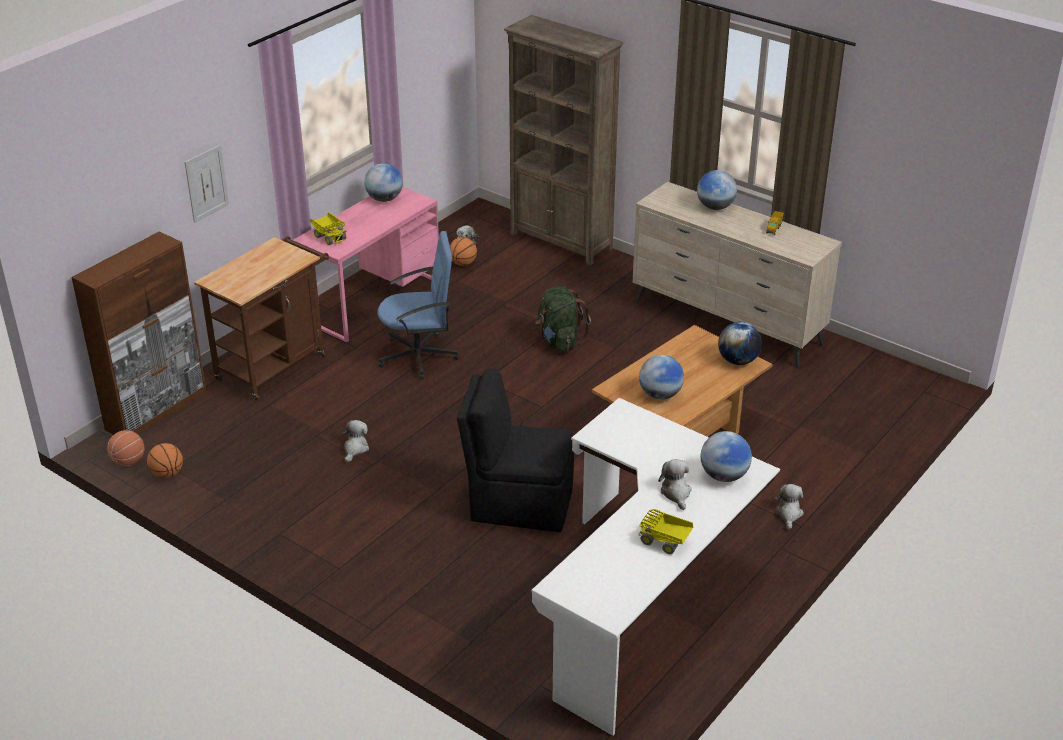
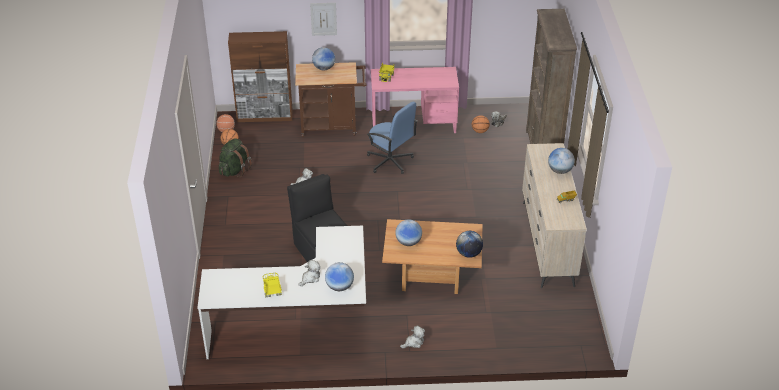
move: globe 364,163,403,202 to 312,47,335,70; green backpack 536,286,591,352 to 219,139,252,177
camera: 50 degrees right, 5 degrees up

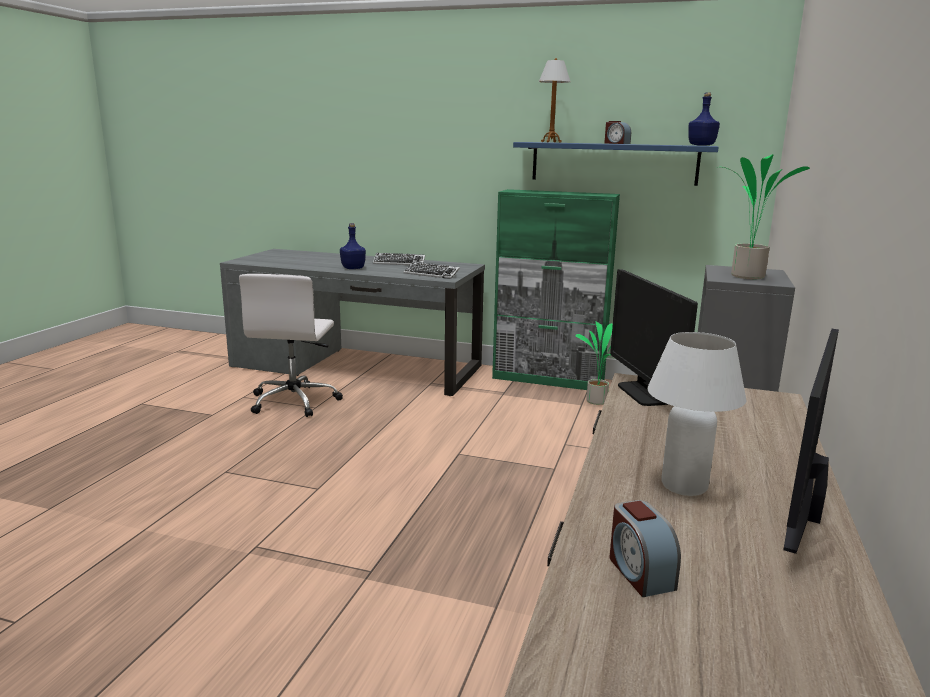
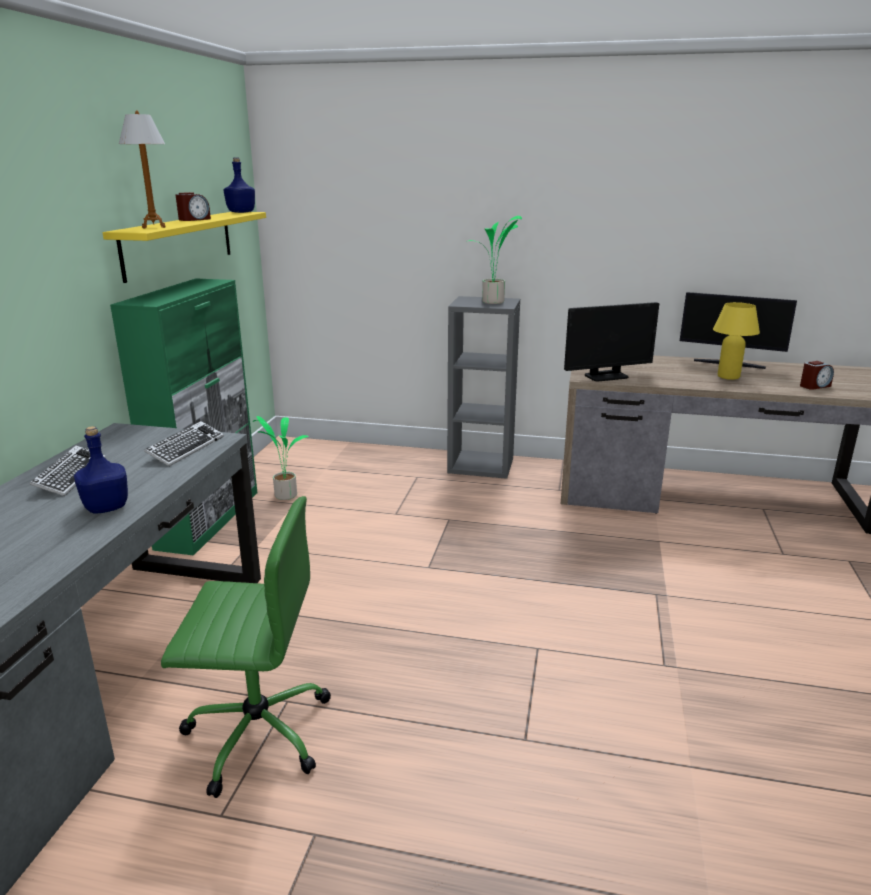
recolor: white office chair 239,274,343,417 to green office chair 161,496,331,798; blue shelf 513,142,719,186 to yellow shelf 103,212,266,283; white table lamp 647,332,746,496 to yellow table lamp 713,302,760,380
camera: 95 degrees left, 5 degrees up

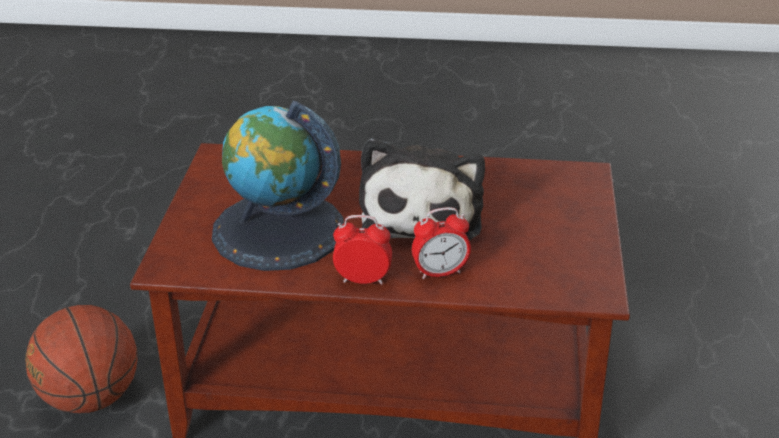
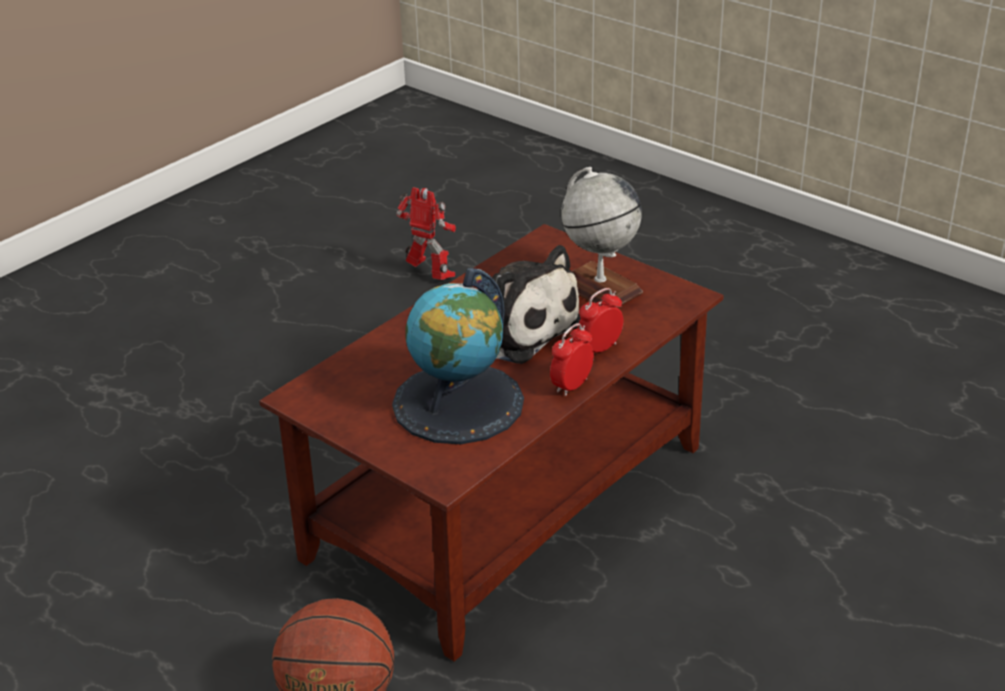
insert: toy robot 396,187,456,280; globe 561,167,643,307
rotate: alarm clock 412,207,471,279 = 577,288,623,353 150 degrees counterclockwise
camera: 55 degrees left, 0 degrees up

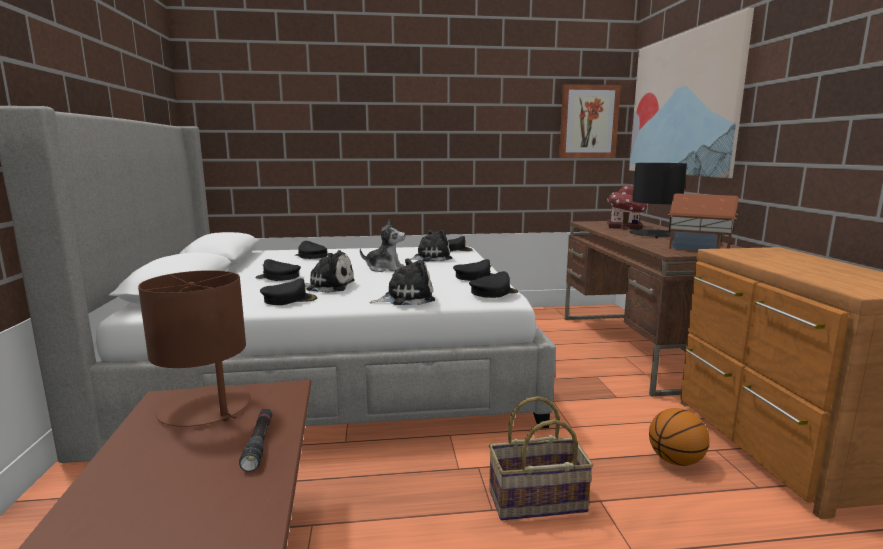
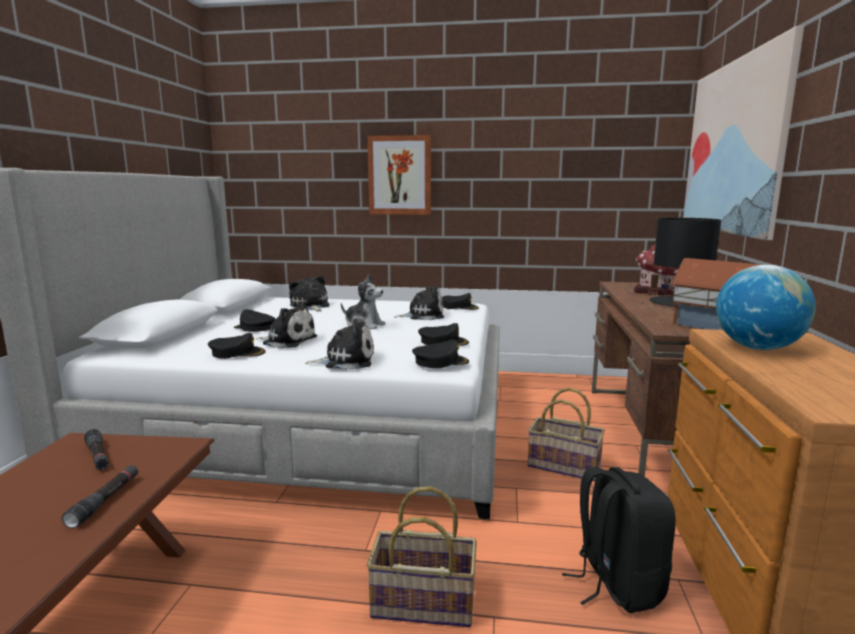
insert: basket 528,388,605,481; globe 716,265,816,350
move: picture 559,84,621,158 to 367,135,431,215
replace: brown table lamp 138,270,250,427 to black flashlight 84,429,109,470; black cap 295,241,327,259 to plush toy 289,275,330,312; basketball 649,408,710,466 to black backpack 562,467,676,613
camera: 15 degrees right, 0 degrees up

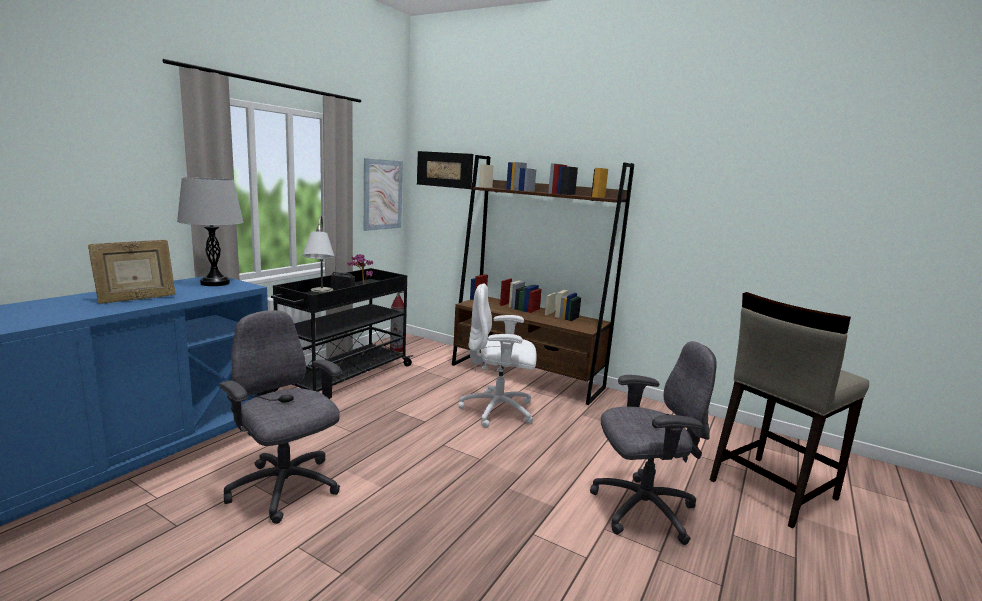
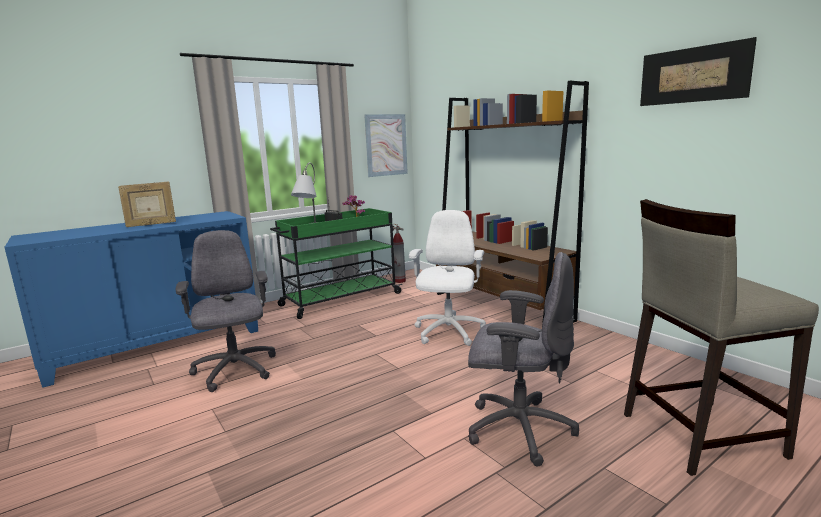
delete: grey table lamp 177,177,244,286
move: picture 417,151,473,189 to 640,37,757,106
recolor: black cart 271,268,413,392 to green cart 270,208,402,319
rotate: white office chair 459,284,537,428 = 409,210,486,346 75 degrees clockwise
camera: 25 degrees right, 0 degrees up

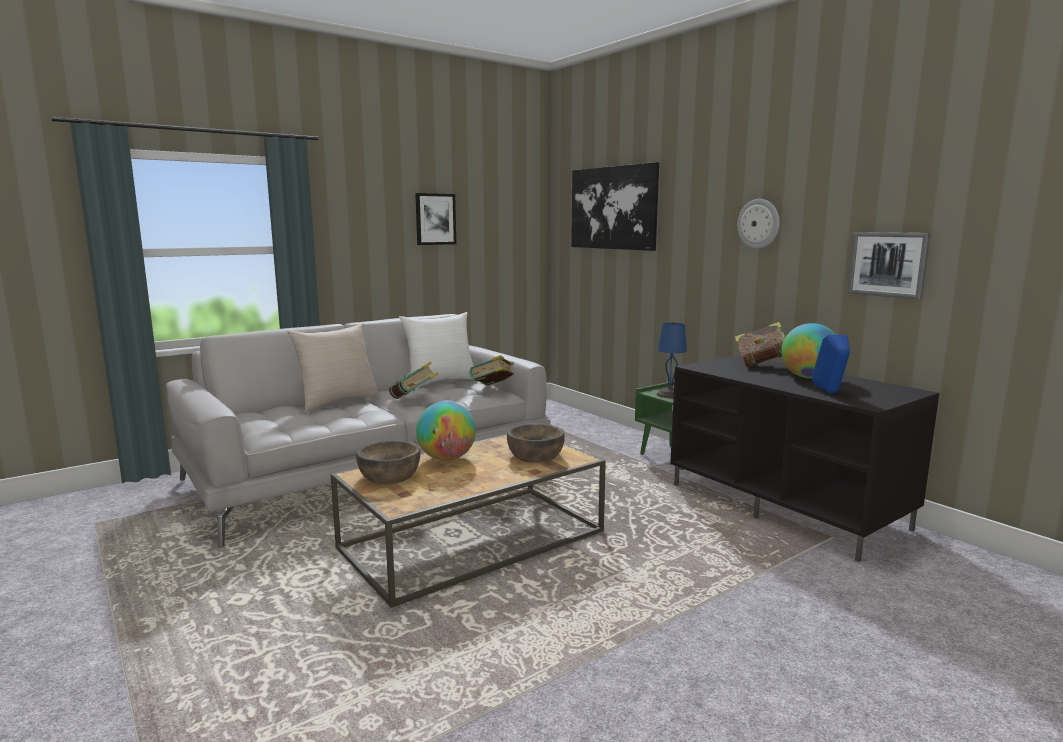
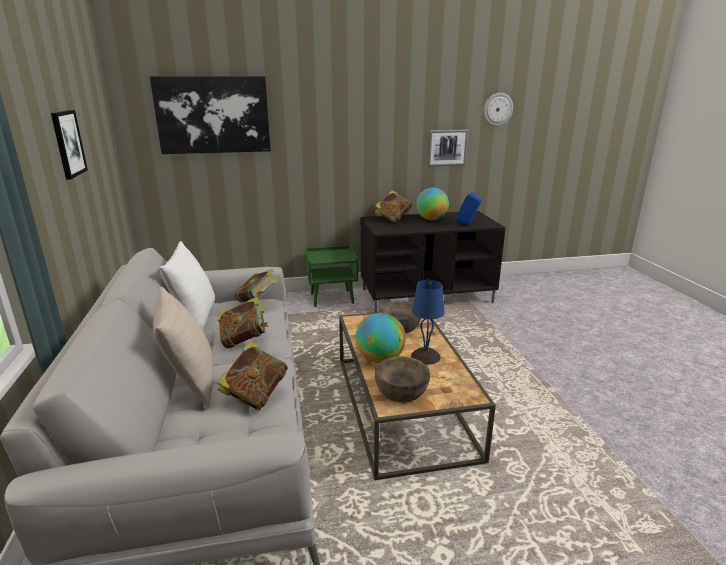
insert: book 217,341,288,410
move: blue table lamp 656,321,687,398 to 411,280,444,365; wall clock 737,199,780,249 to 483,93,513,126
camera: 65 degrees left, 10 degrees up

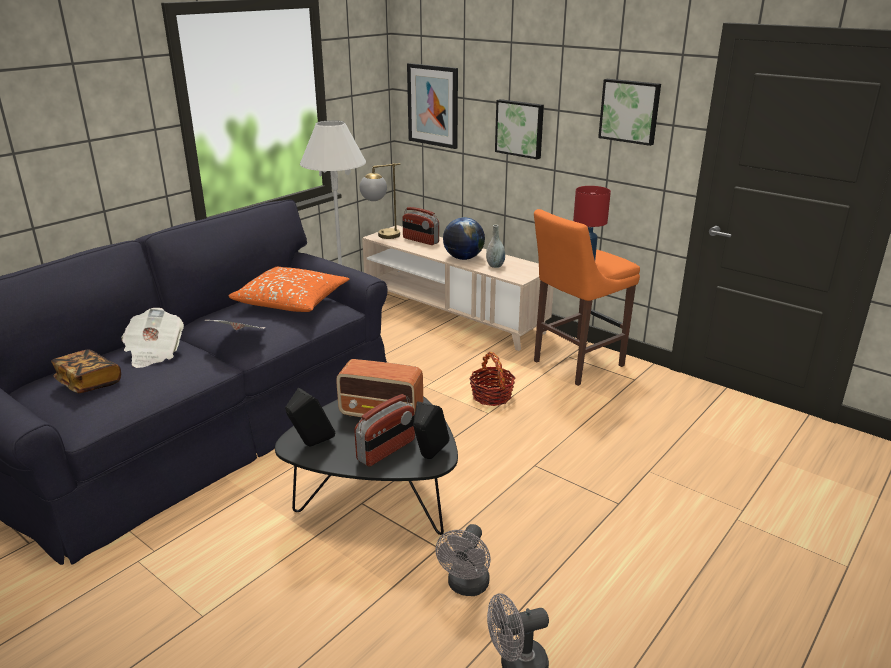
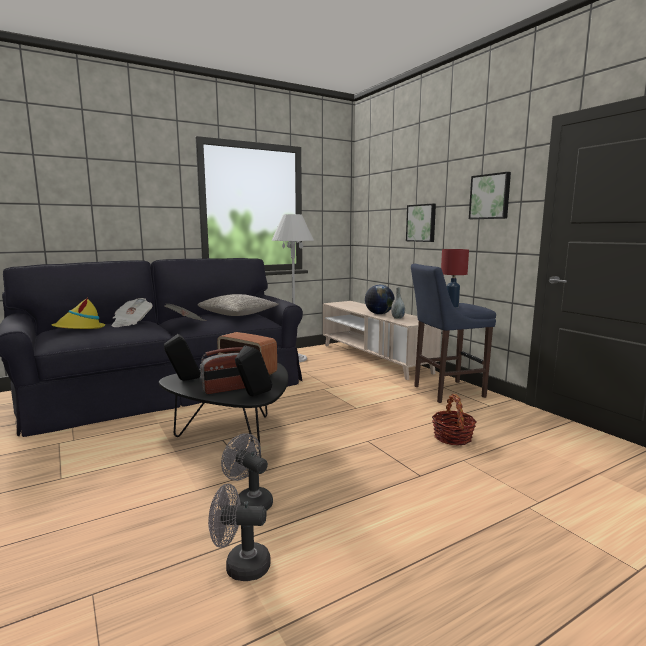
delete: table lamp 360,163,400,239; radio 402,207,439,245; picture 407,63,458,149
move: basket 469,352,516,406 to 432,394,477,446
replace: book 51,349,121,393 to yellow hat 52,298,105,329
recolor: orange pillow 229,267,349,312 to grey pillow 198,294,279,316; orange stool 534,209,640,386 to blue stool 411,264,496,403
rotate: grey fan 435,524,491,596 = 221,433,273,511 90 degrees clockwise
camera: 20 degrees right, 15 degrees down

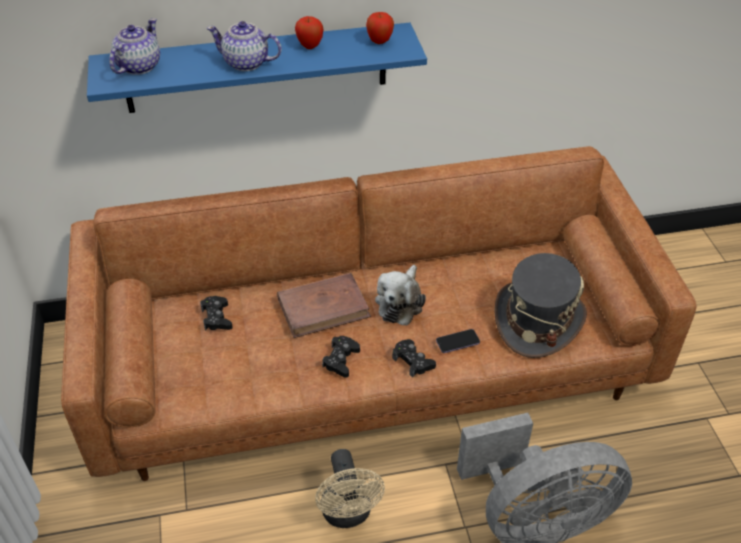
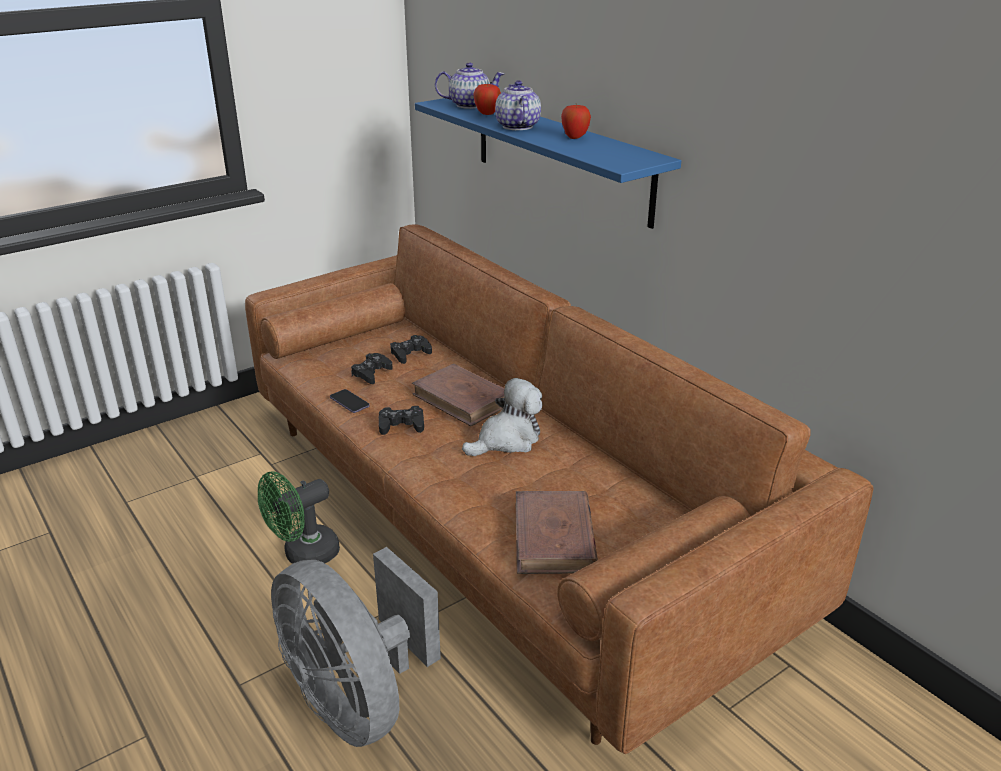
move: apple 366,12,394,44 to 473,84,501,115; black game controller 392,339,436,378 to 351,353,393,384; phone 436,329,480,353 to 330,389,370,413
replace: grey hat 494,253,587,358 to brown book 516,491,598,574
recolor: beige fan 315,449,385,528 to green fan 258,471,340,564
rotate: plush toy 375,265,426,326 = 462,378,543,456 150 degrees clockwise
camera: 65 degrees right, 15 degrees down

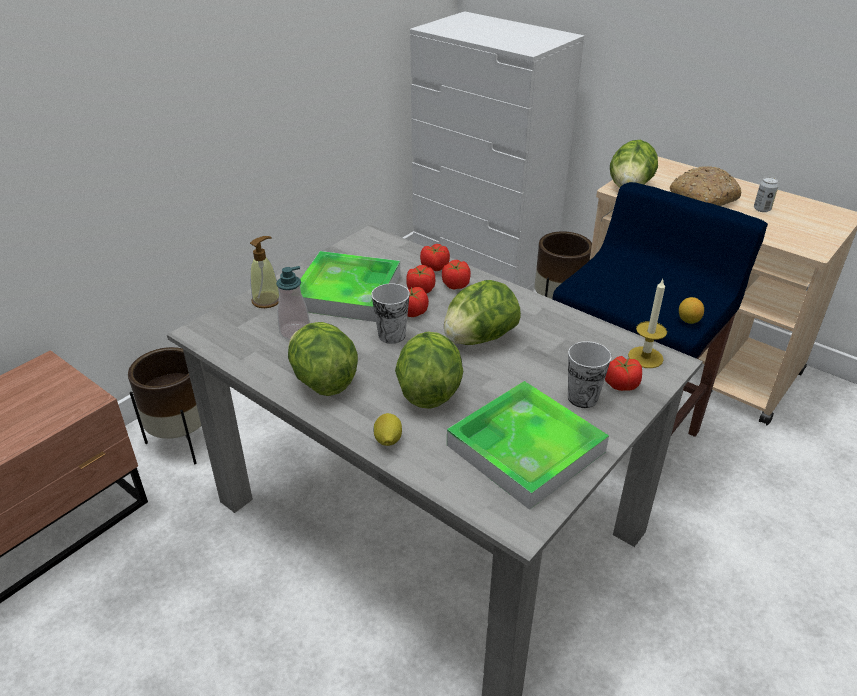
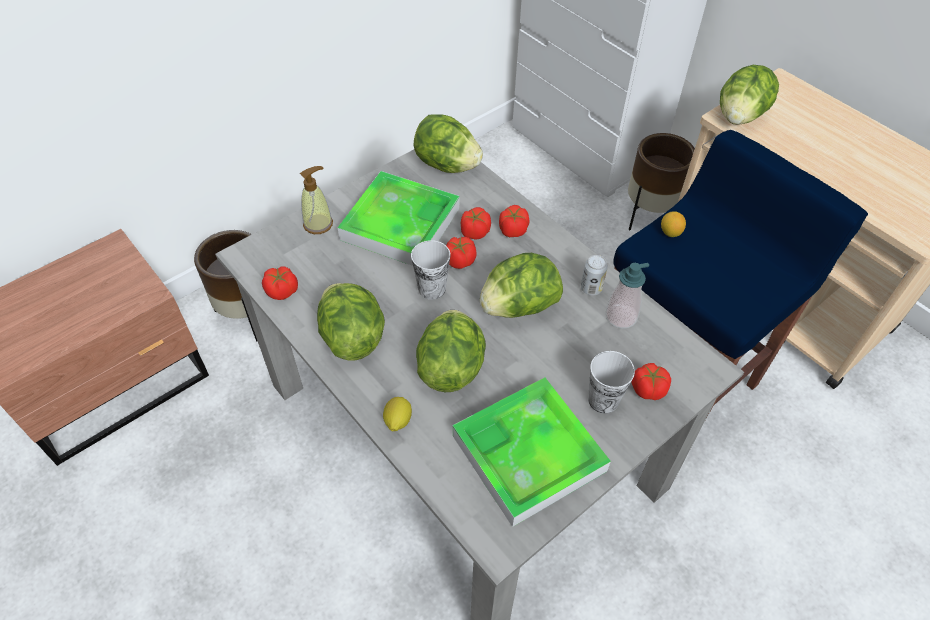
delete: candle 628,279,667,368; bread 670,166,741,206
insert: lettuce 414,114,483,173
move: soap dispenser 276,266,310,340 to 605,263,649,329; tomato 420,244,450,271 to 262,266,298,300; lemon 679,297,704,324 to 661,211,686,237; can 754,177,779,212 to 581,255,608,295
camera: 10 degrees right, 15 degrees up

